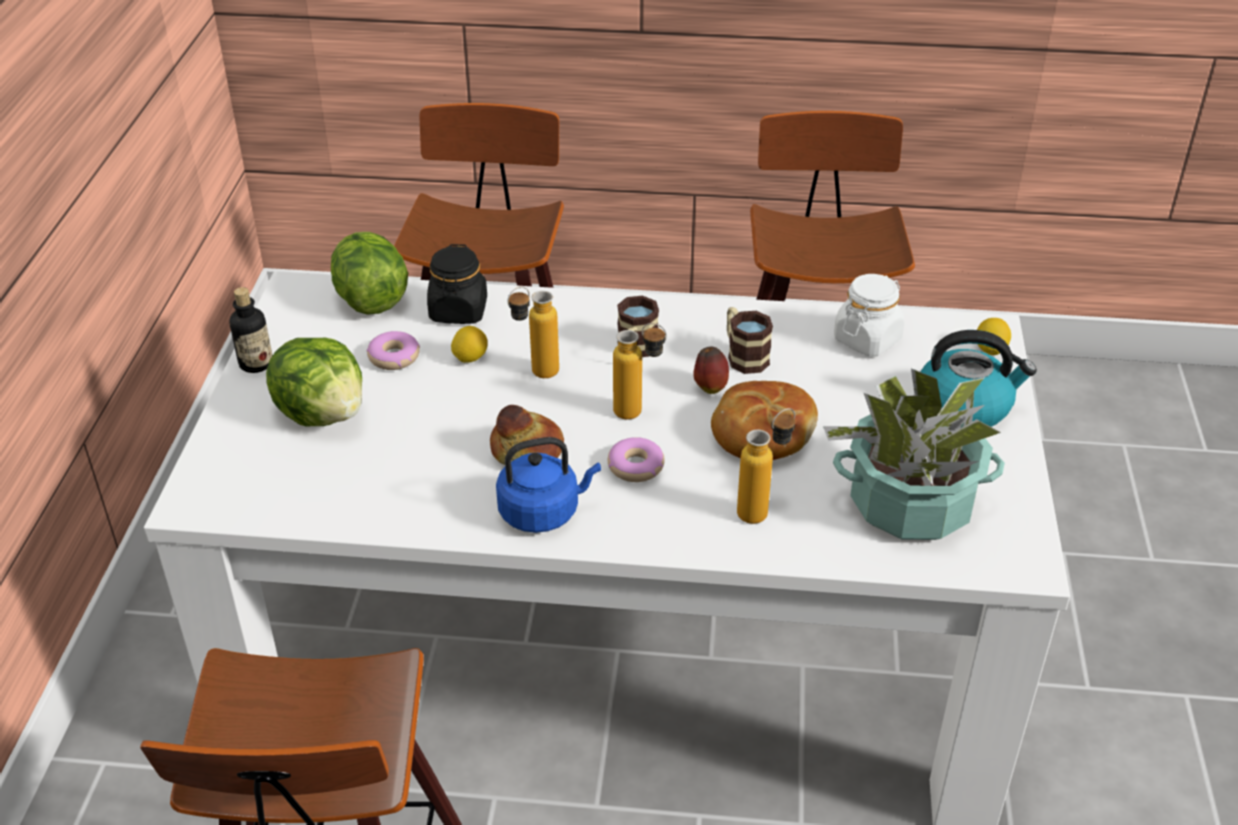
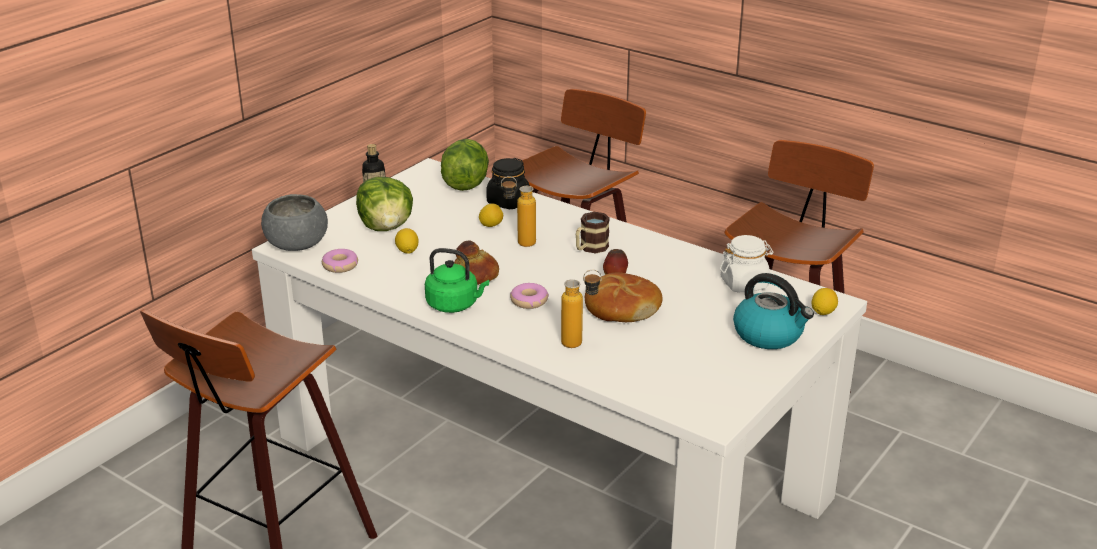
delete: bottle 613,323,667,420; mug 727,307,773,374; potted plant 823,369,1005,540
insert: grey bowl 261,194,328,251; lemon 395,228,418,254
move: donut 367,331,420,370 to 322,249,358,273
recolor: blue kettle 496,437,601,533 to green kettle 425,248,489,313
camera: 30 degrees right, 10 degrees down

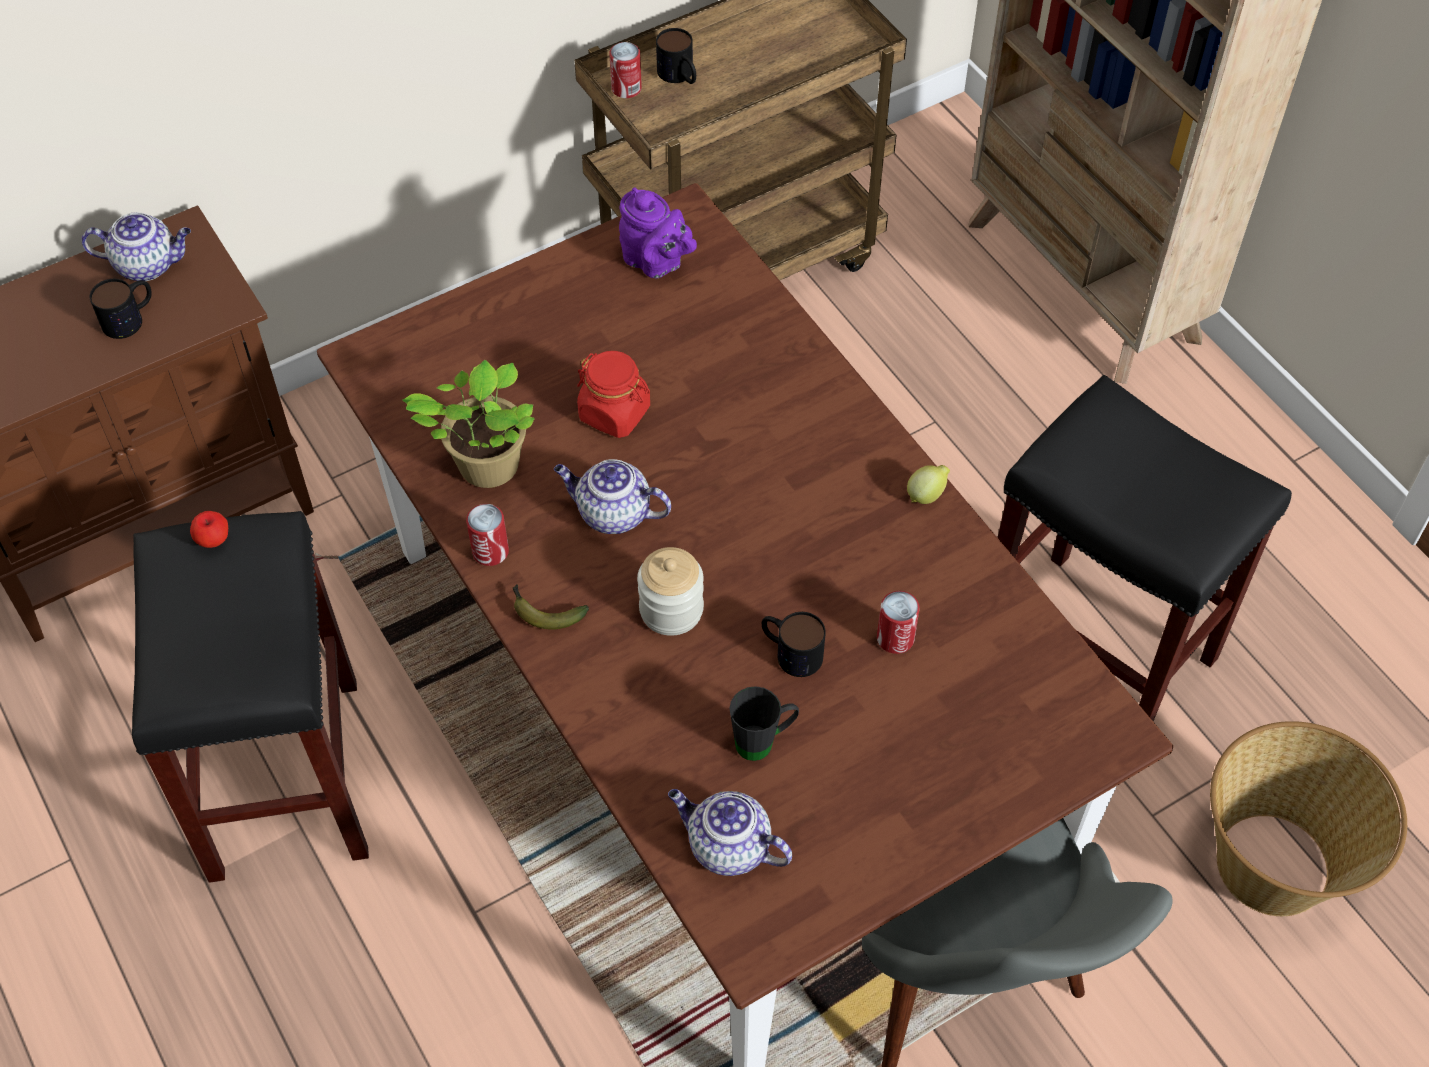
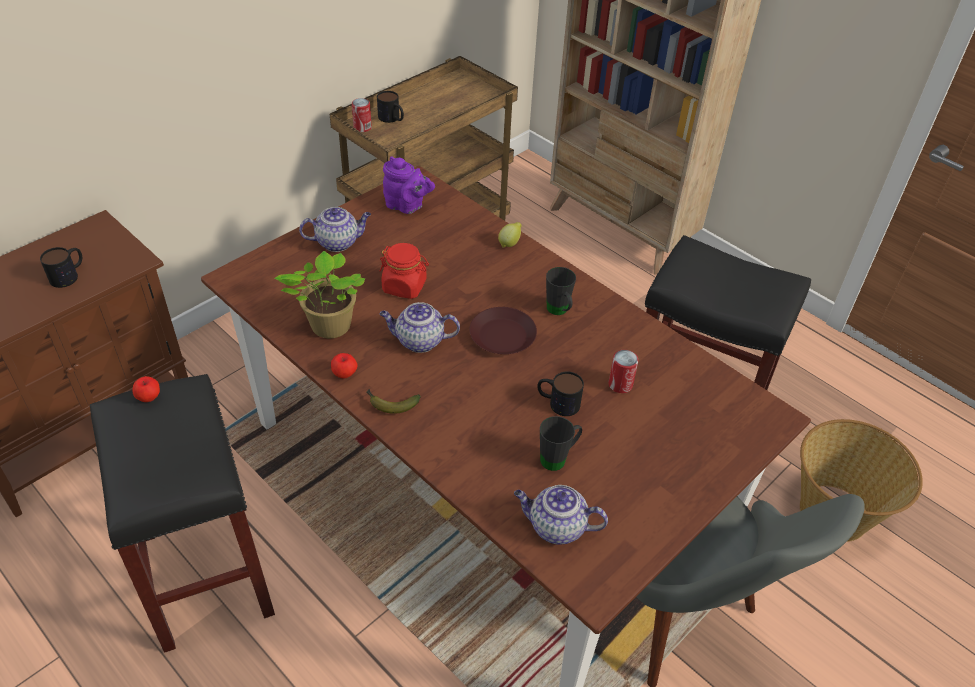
delete: jar 637,547,704,636
insert: brown plate 470,307,537,354; black mug 546,267,576,315
move: teapot 81,212,191,281 to 299,207,371,252; lemon 907,465,950,504 to 498,222,522,248
replace: can 466,504,509,566 to apple 331,353,357,379
camera: 15 degrees left, 10 degrees down

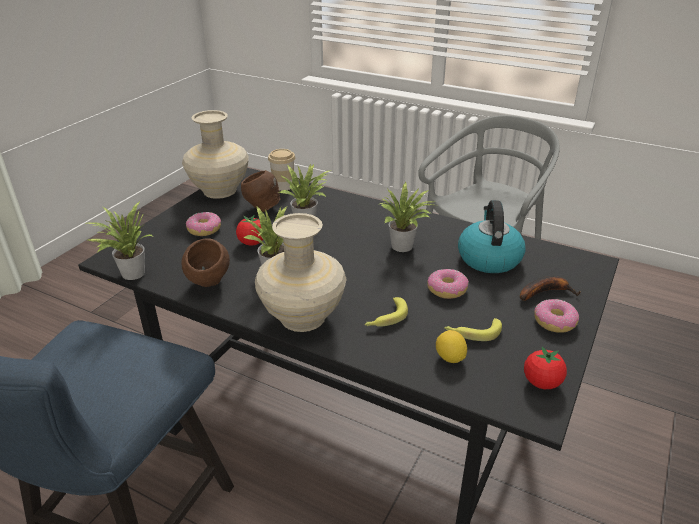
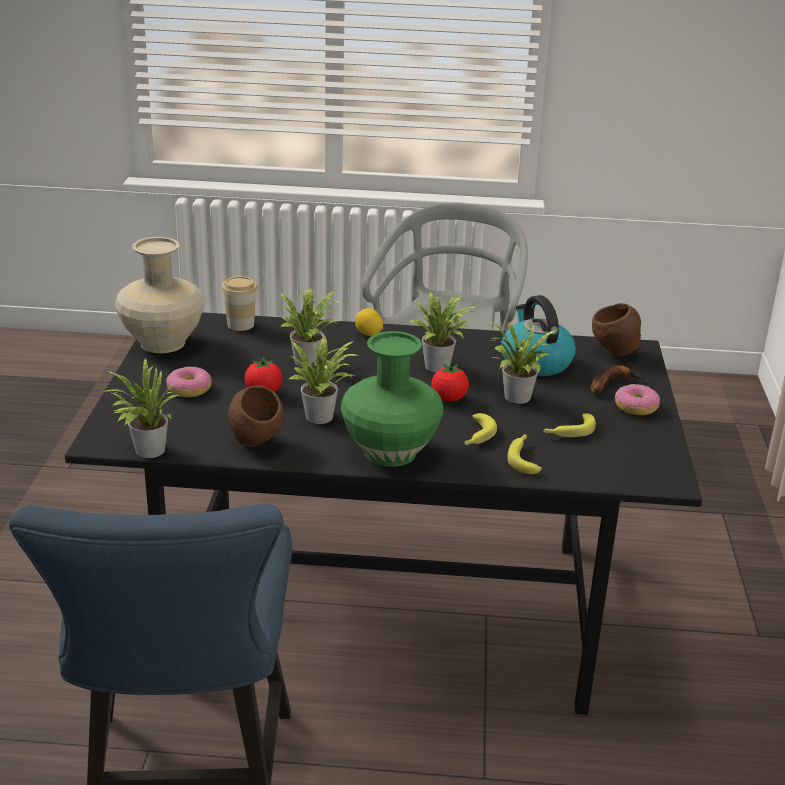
insert: banana 507,434,542,474
move: brown bowl 241,170,281,212 to 592,303,641,356; lemon 436,330,467,363 to 355,308,383,336; tomato 524,347,567,389 to 431,364,469,402
replace: donut 427,269,469,299 to potted plant 488,321,557,404
recolor: beige vase 255,213,347,332 to green vase 341,331,443,467
camera: 25 degrees left, 5 degrees down

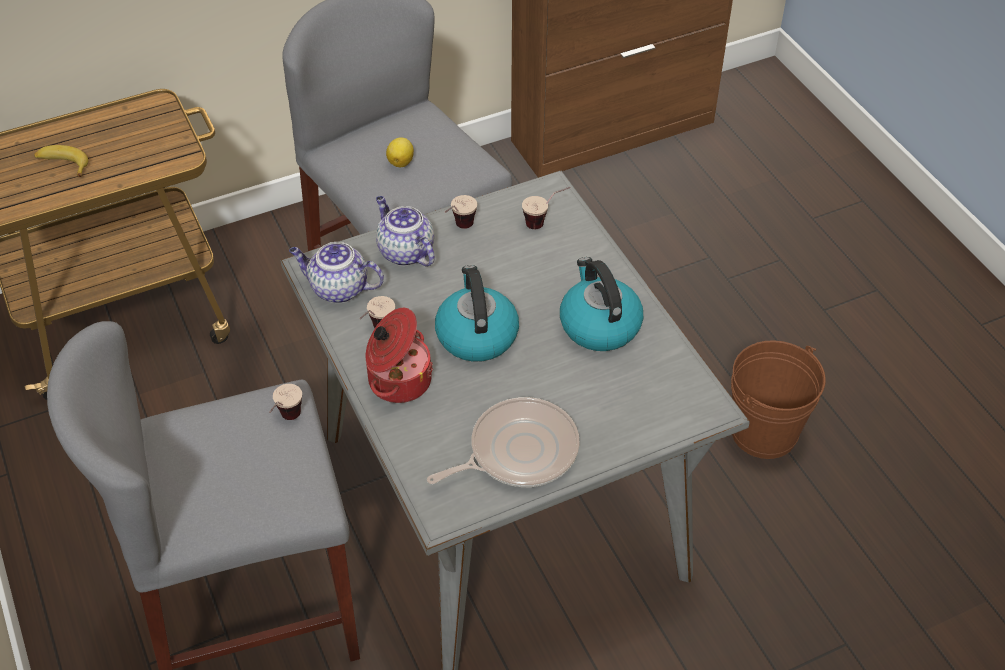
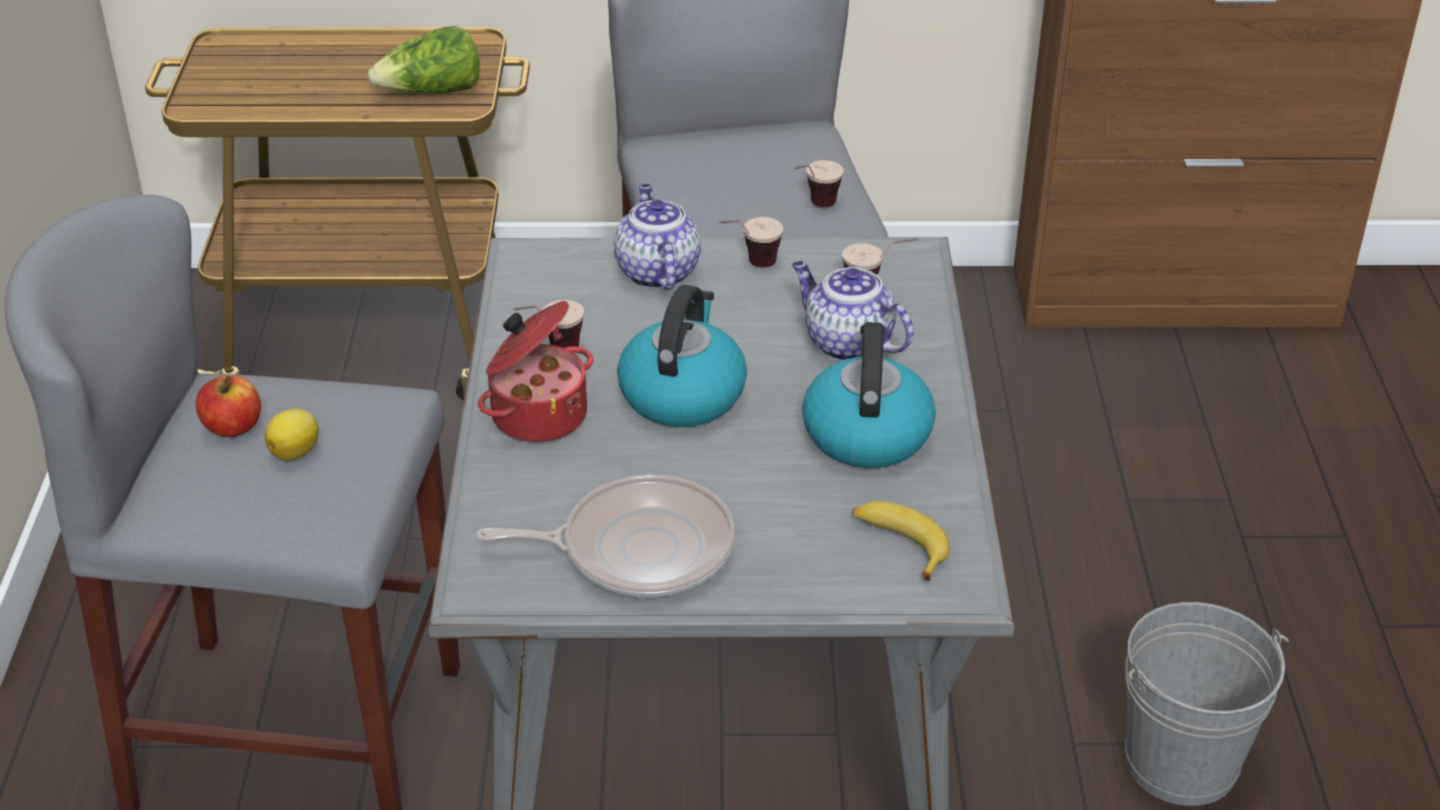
insert: apple 196,375,261,437; lettuce 368,26,480,94
move: banana 34,145,88,177 to 853,501,950,581; cup 269,384,302,420 to 794,160,844,207; teapot 289,242,384,303 to 792,261,914,361; lemon 386,138,414,167 to 265,409,319,461
recolor: brown bucket 731,340,826,459 to grey bucket 1125,602,1289,806
camera: 25 degrees right, 10 degrees down

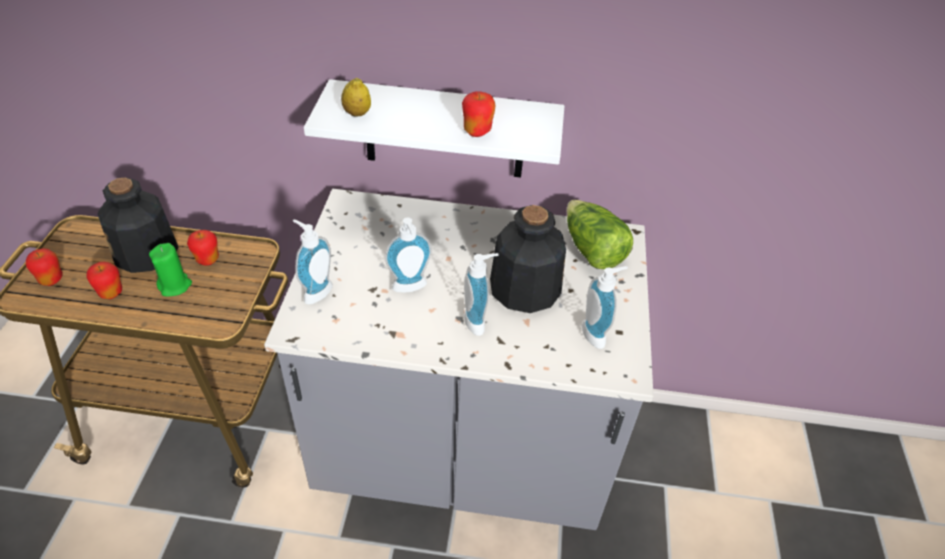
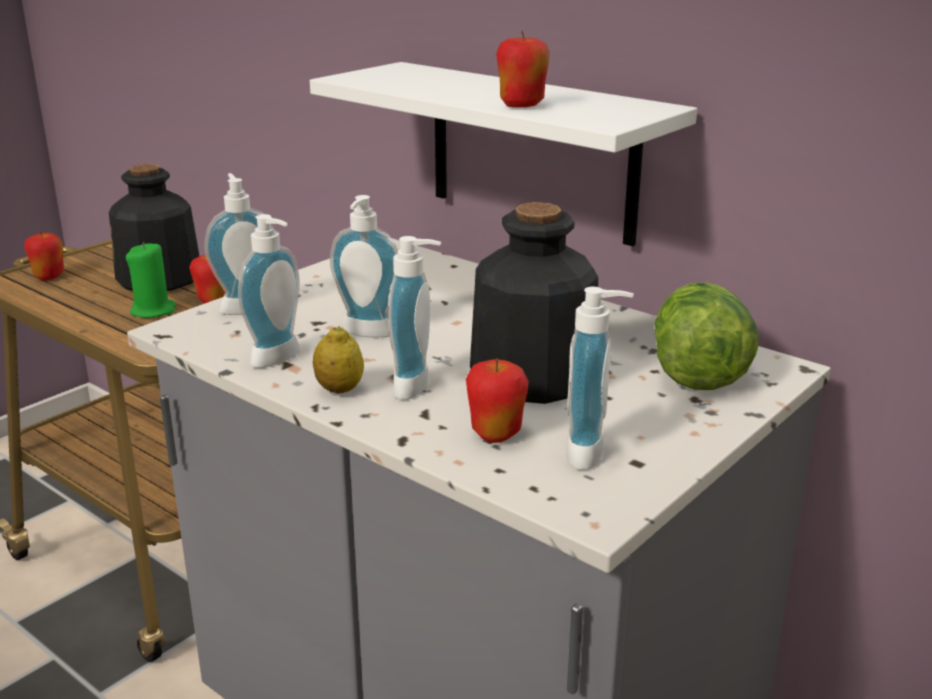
insert: soap dispenser 238,214,300,368
move: apple 86,262,122,299 to 466,358,529,443; lemon 341,78,371,116 to 313,326,364,393
camera: 35 degrees right, 20 degrees down

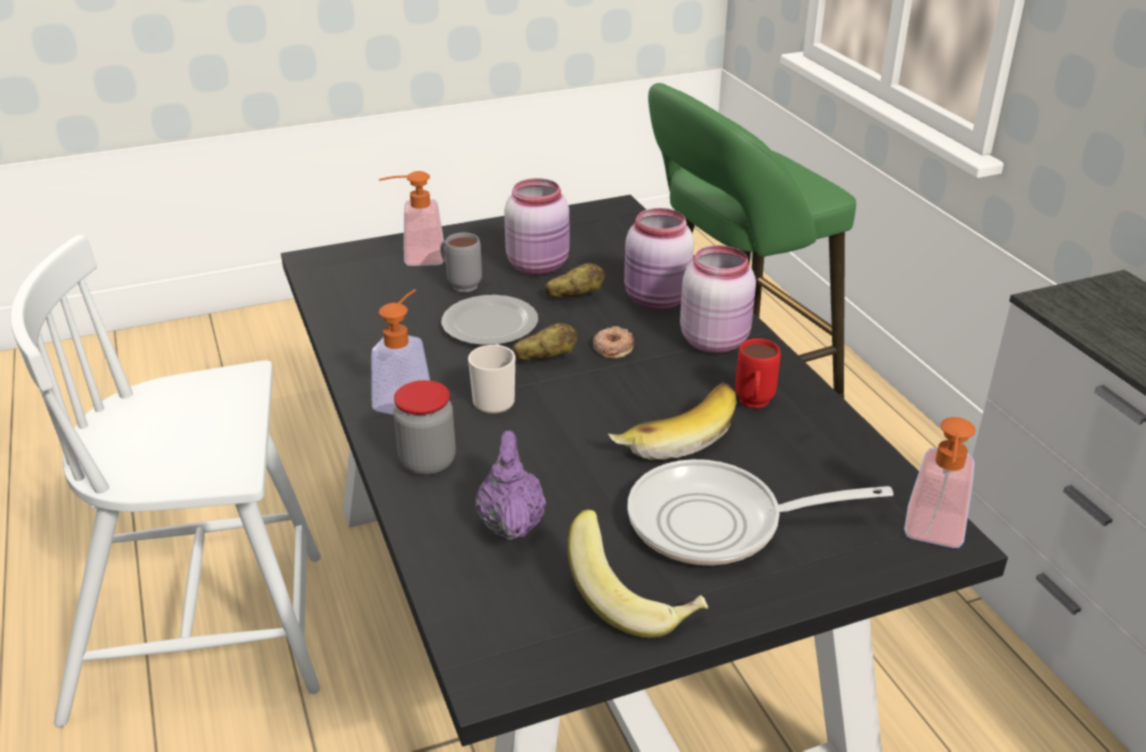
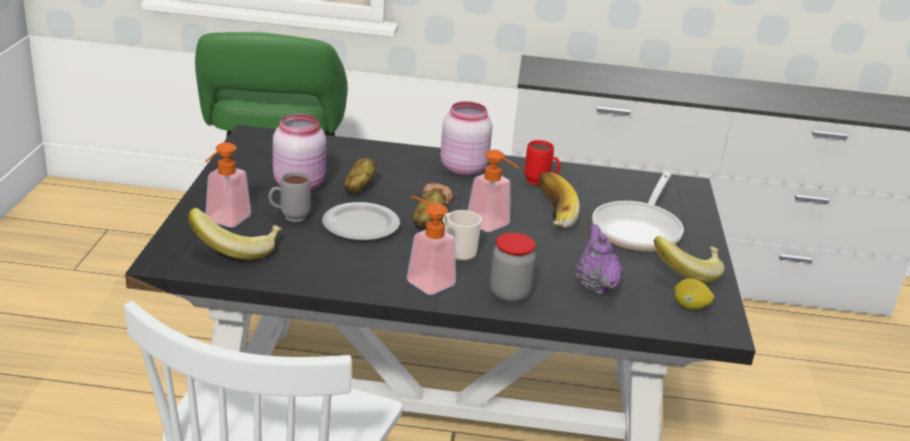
delete: pink jar 624,208,694,310
insert: banana 188,208,281,260; lemon 674,278,714,309
move: soap dispenser 904,417,976,548 to 468,150,519,232
rotate: purple teapot 475,430,546,540 = 575,224,623,294 60 degrees clockwise
camera: 65 degrees left, 5 degrees down

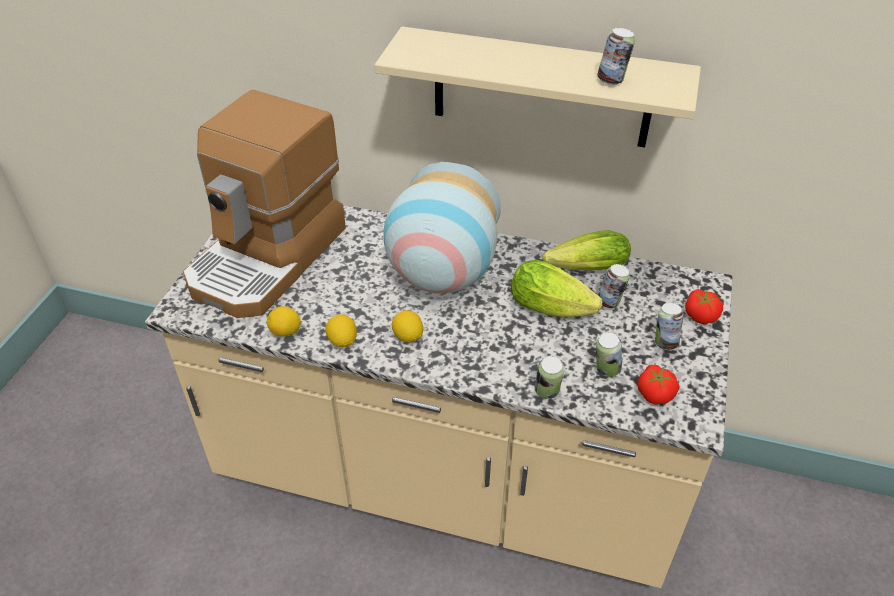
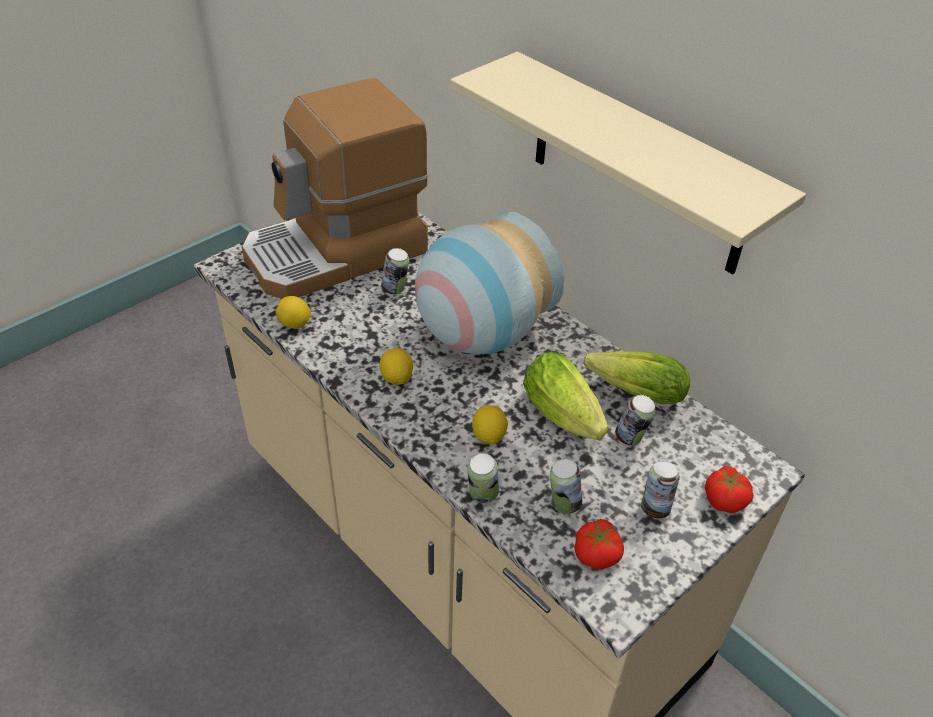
move: lemon 326,314,357,347 to 472,405,508,444; can 597,28,635,85 to 381,248,409,294
camera: 30 degrees right, 0 degrees up

